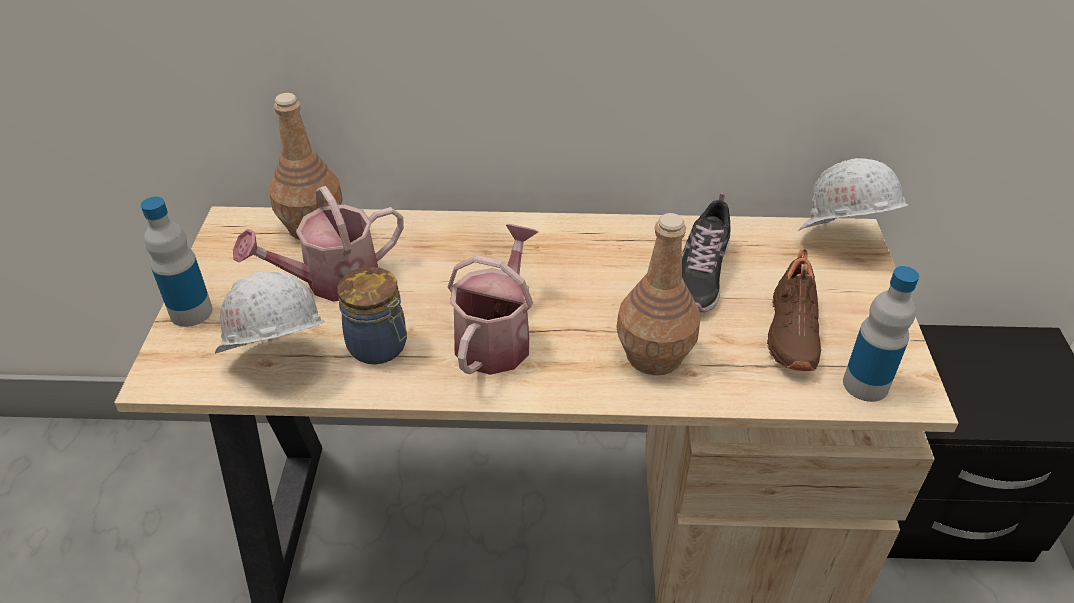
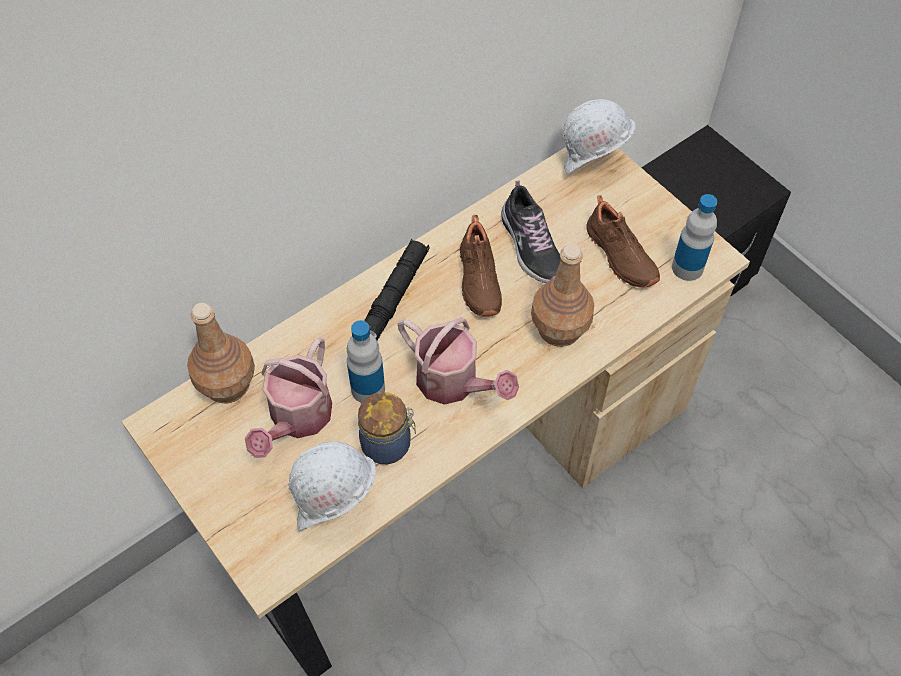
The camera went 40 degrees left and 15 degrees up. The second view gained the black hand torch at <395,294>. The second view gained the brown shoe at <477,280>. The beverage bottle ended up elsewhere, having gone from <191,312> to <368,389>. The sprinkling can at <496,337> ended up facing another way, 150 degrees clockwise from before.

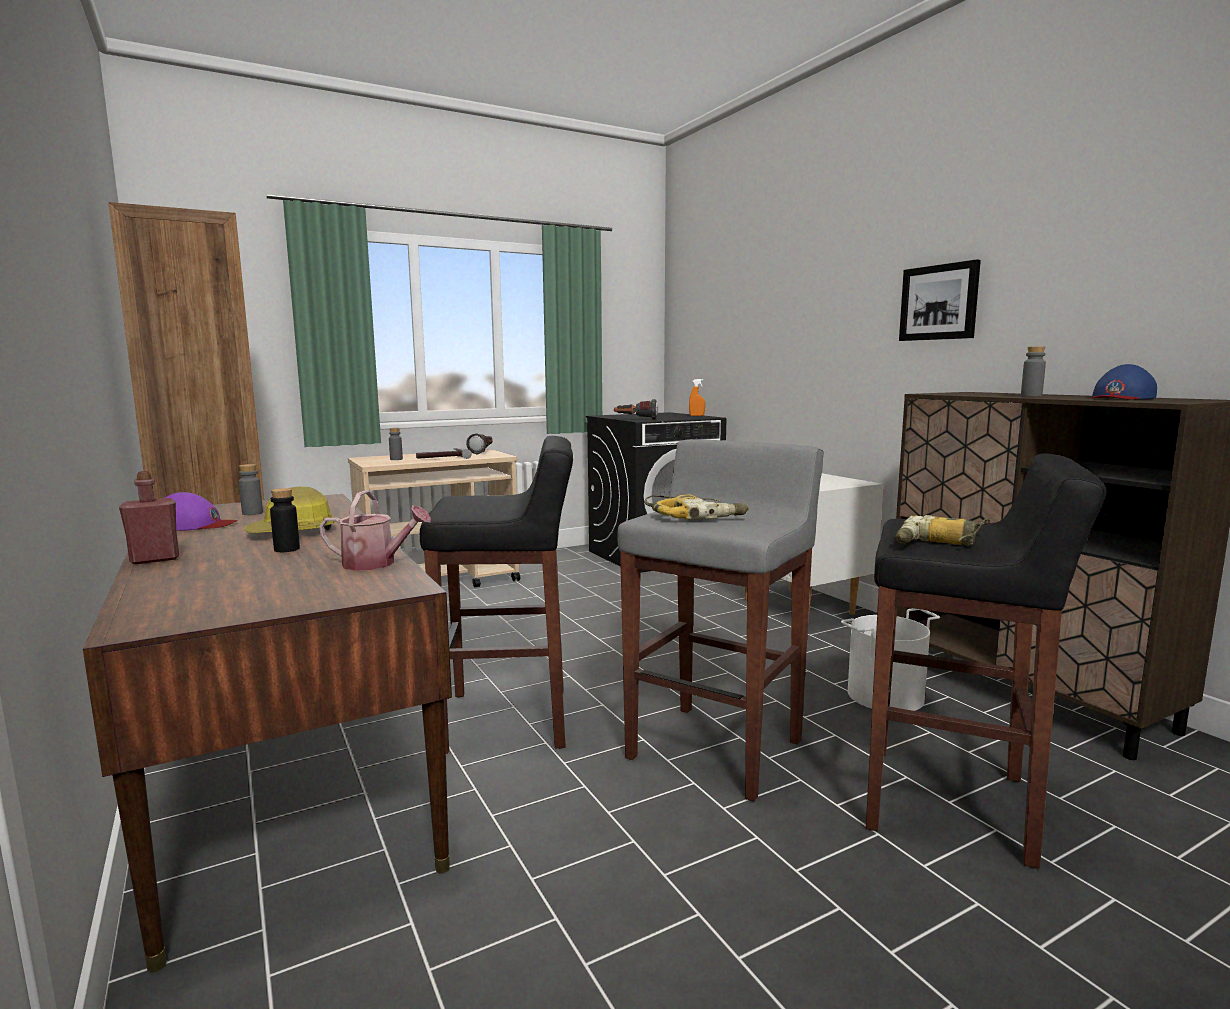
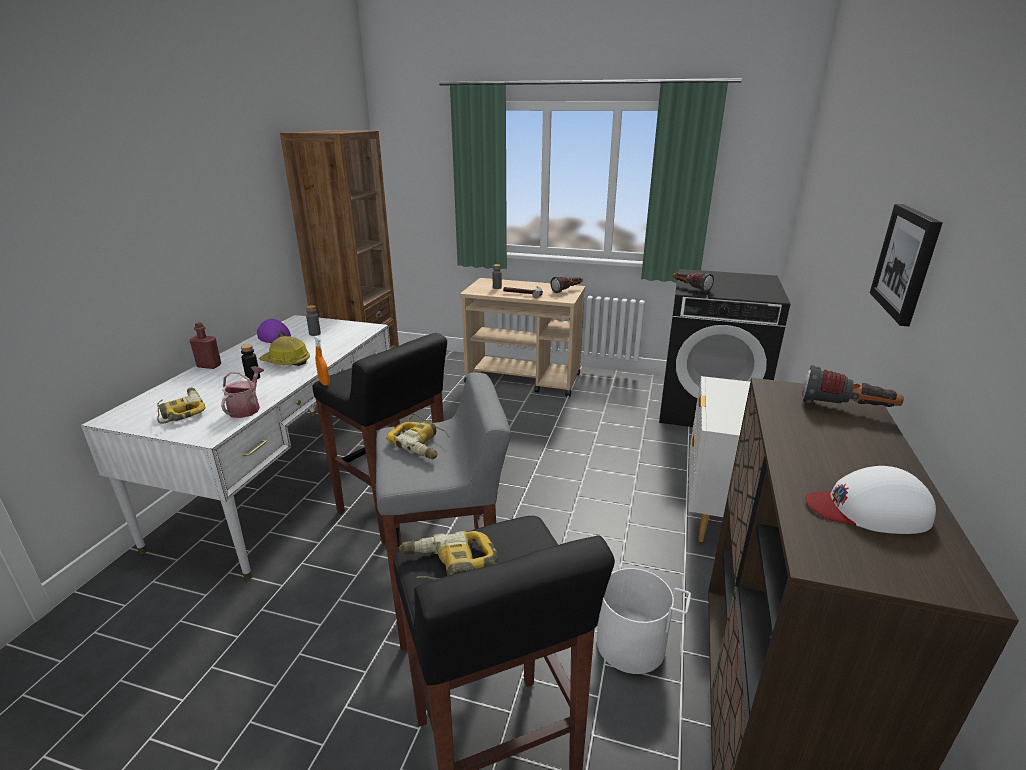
The camera went 45 degrees right and 15 degrees up. The second view lost the grey beverage bottle at <1031,396>. The second view gained the electric drill at <180,411>. The second view gained the hand torch at <845,409>. The orangey sprayer ended up elsewhere, having gone from <696,415> to <324,383>. What was the brown desk unit at <284,765> turned into the whitish desk unit at <287,479>. What was the blue-coloured cap at <1121,398> turned into the whitish cap at <868,509>. The sprinkling can at <376,563> ended up facing another way, 135 degrees counterclockwise from before.

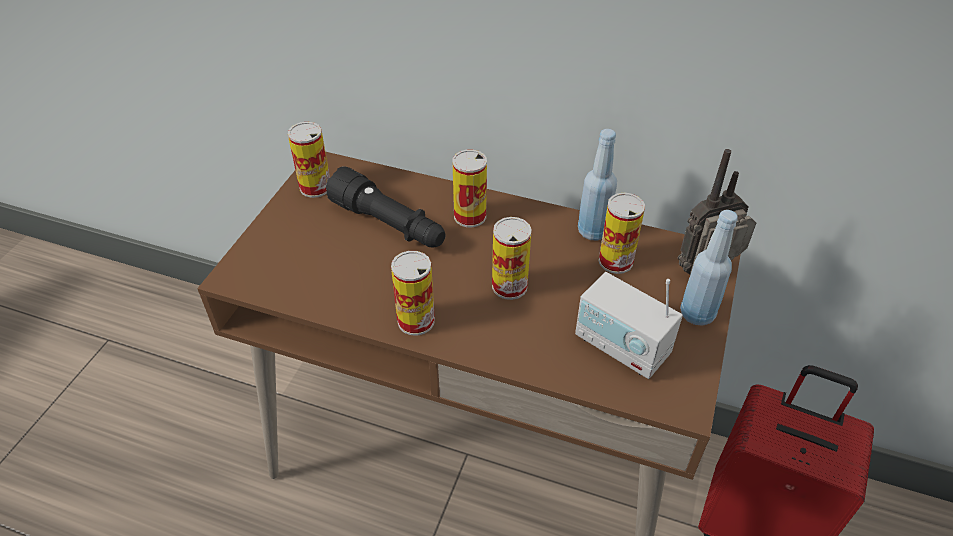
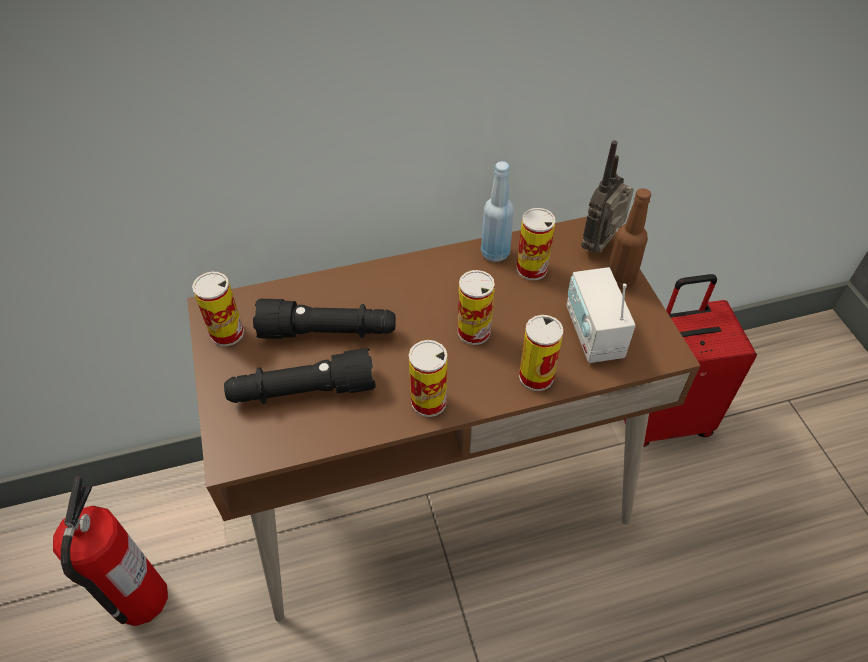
The camera went 35 degrees left and 5 degrees up. The second view gained the fire extinguisher at <140,600>. The second view gained the black hand torch at <303,391>. The can ended up elsewhere, having gone from <470,216> to <536,376>. What was the blue-coloured beverage bottle at <697,314> turned into the brown beverage bottle at <619,280>. The radio at <621,347> ended up facing another way, 75 degrees clockwise from before.

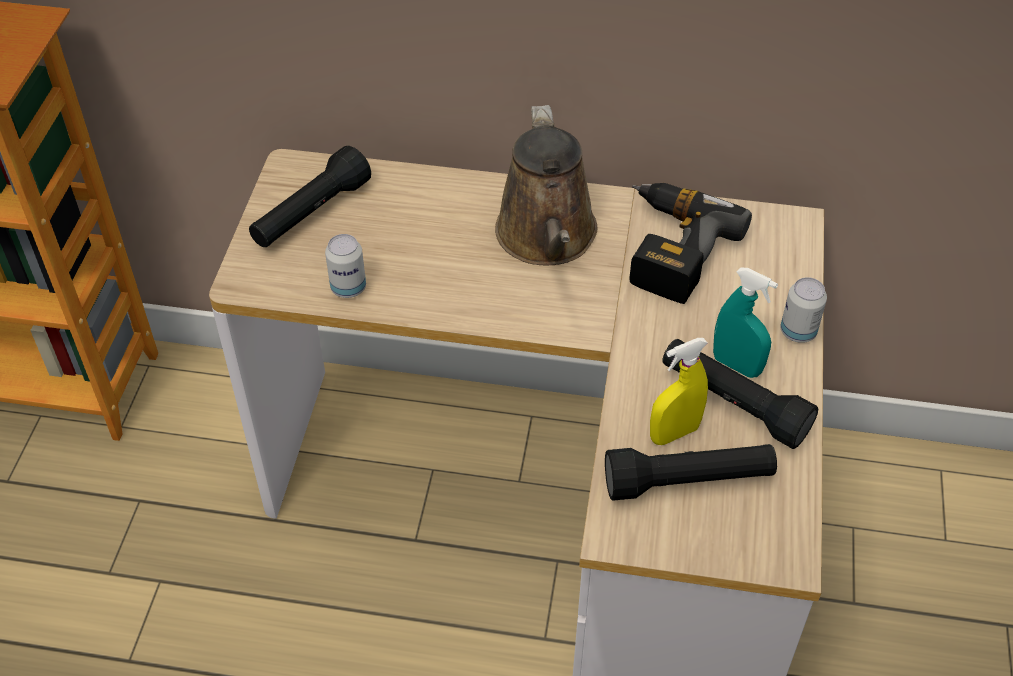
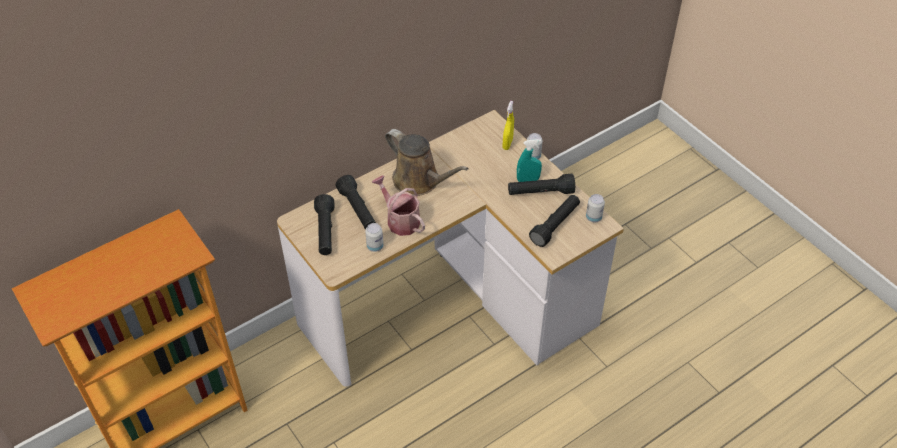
The camera went 45 degrees left and 0 degrees up. The second view lost the electric drill at <668,249>. The second view gained the black hand torch at <357,210>. The second view gained the sprinkling can at <400,220>. The second view gained the can at <593,217>. The yellow sprayer ended up elsewhere, having gone from <674,433> to <507,144>.

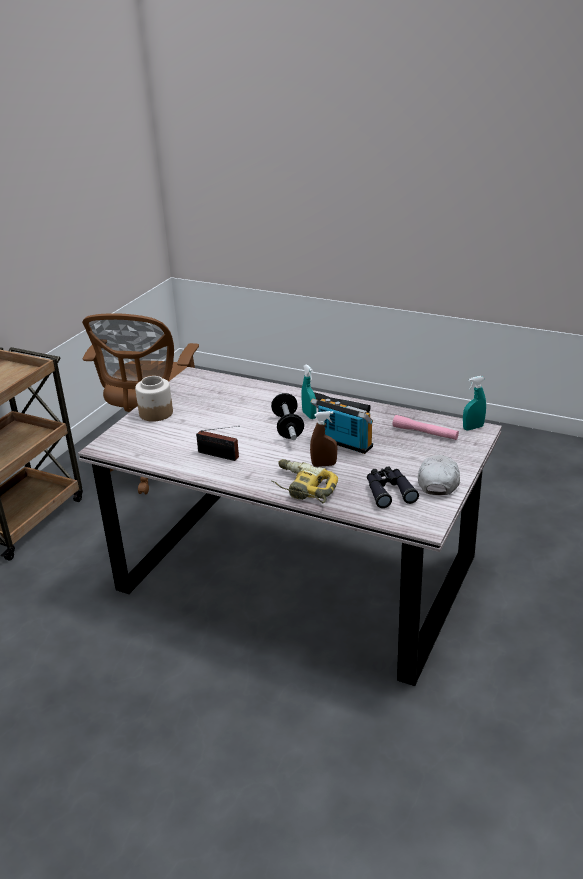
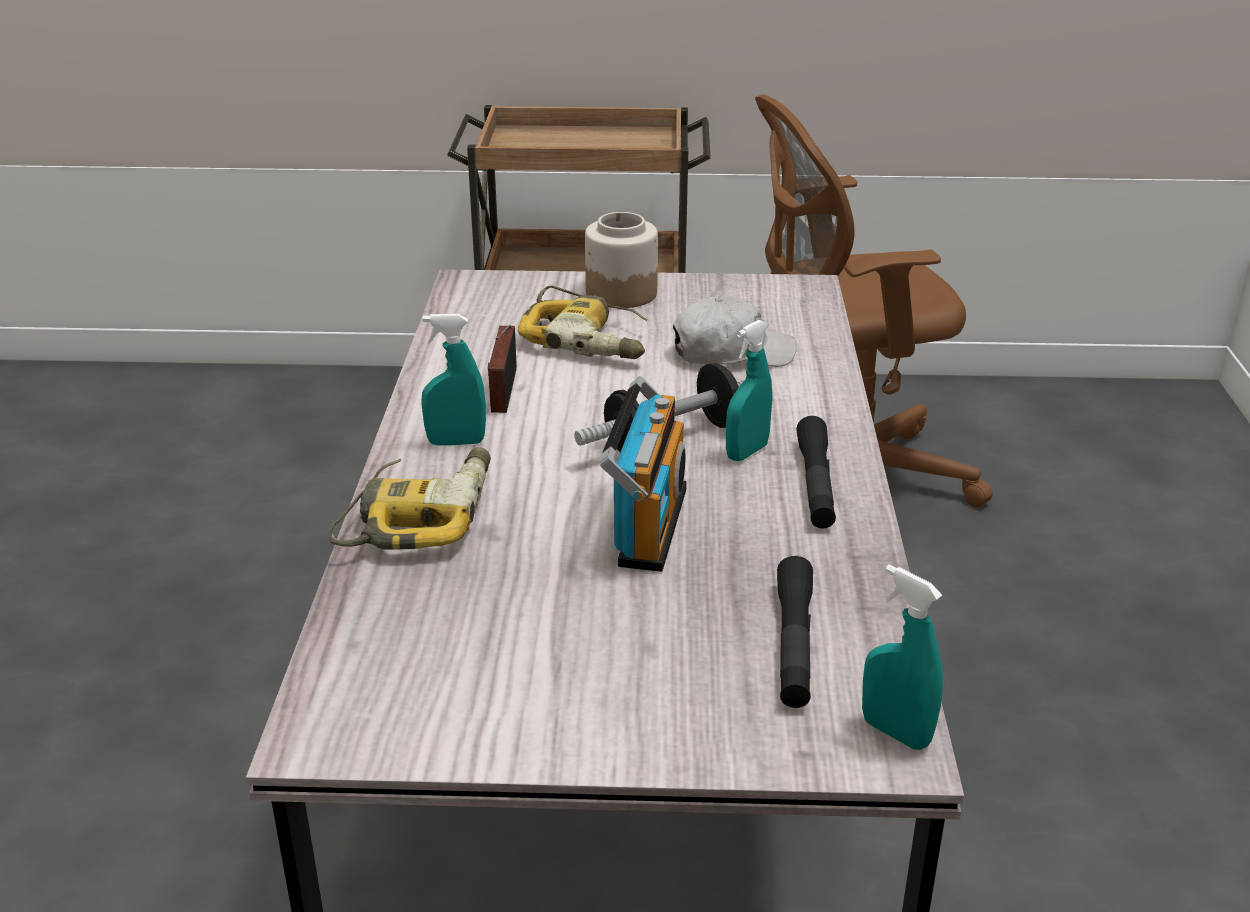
The camera went 65 degrees right and 0 degrees up. The second view lost the brown sprayer at <324,465>. The second view lost the black binoculars at <389,491>. The second view gained the turquoise-coloured sprayer at <456,442>. The second view gained the electric drill at <588,339>. The whitish cap ended up elsewhere, having gone from <439,481> to <732,353>. What was the pink-coloured hand torch at <425,433> turned into the black hand torch at <794,644>.

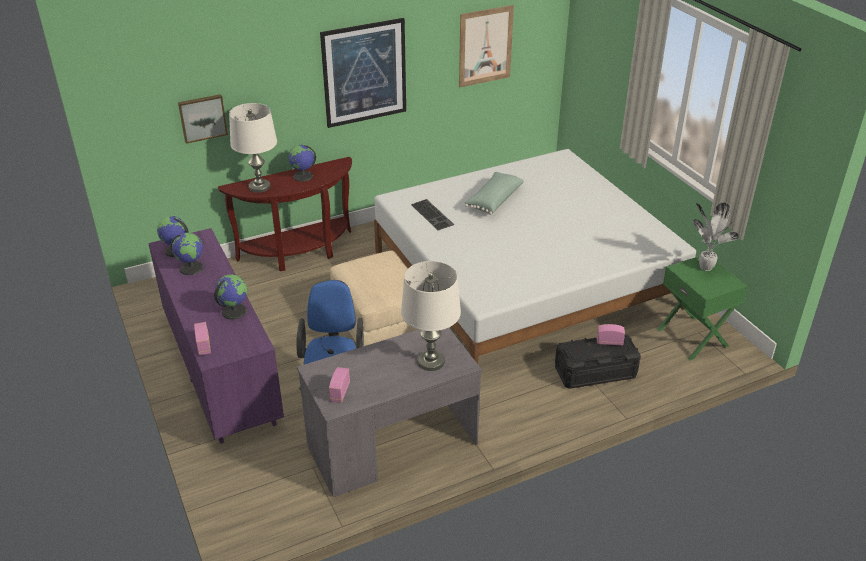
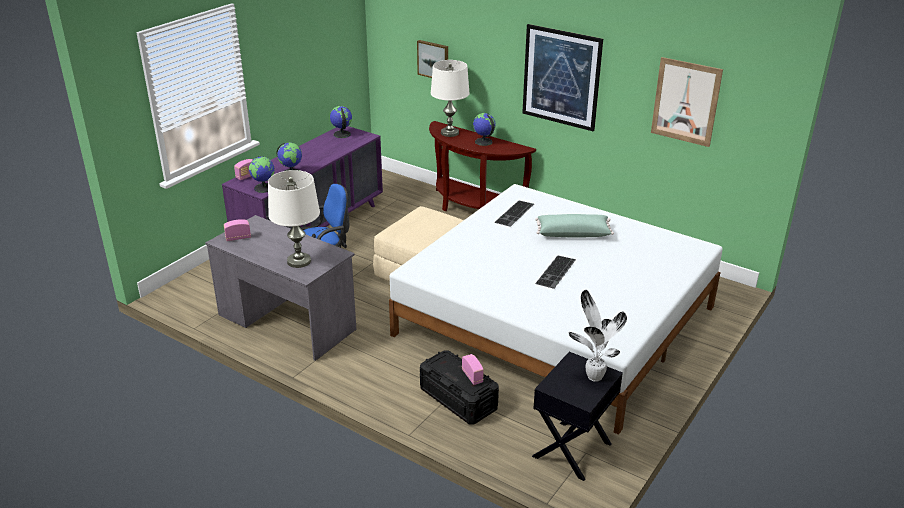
The camera went 60 degrees right and 5 degrees down. The second view gained the PC keyboard at <556,272>. The world globe ended up elsewhere, having gone from <191,268> to <264,188>. What was the green nightstand at <693,337> turned into the black nightstand at <573,450>.

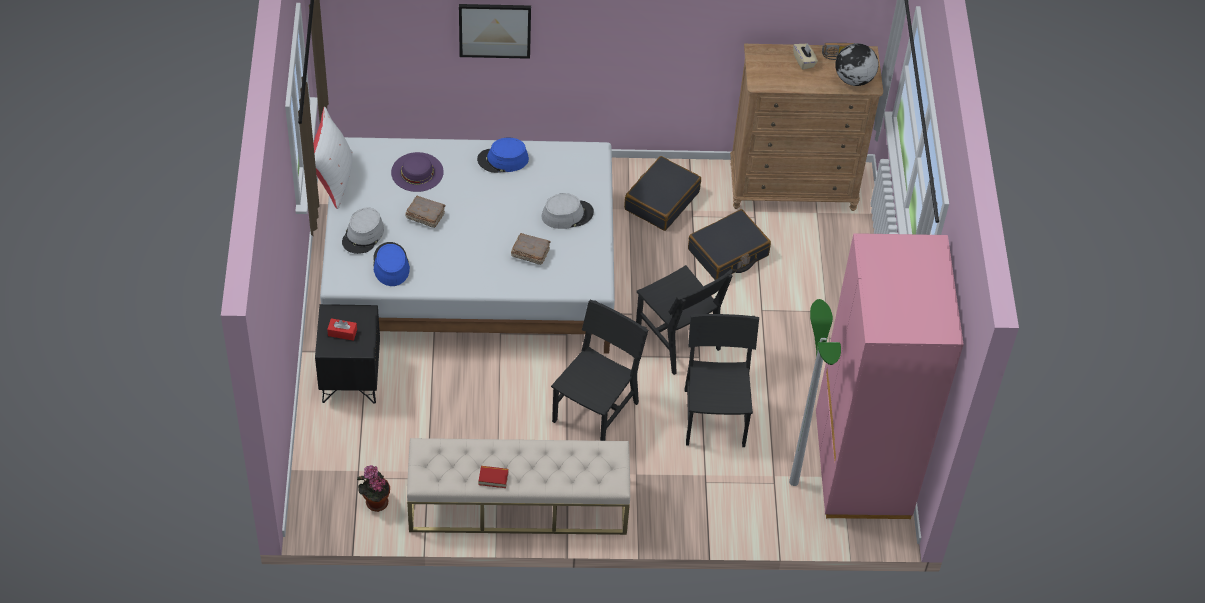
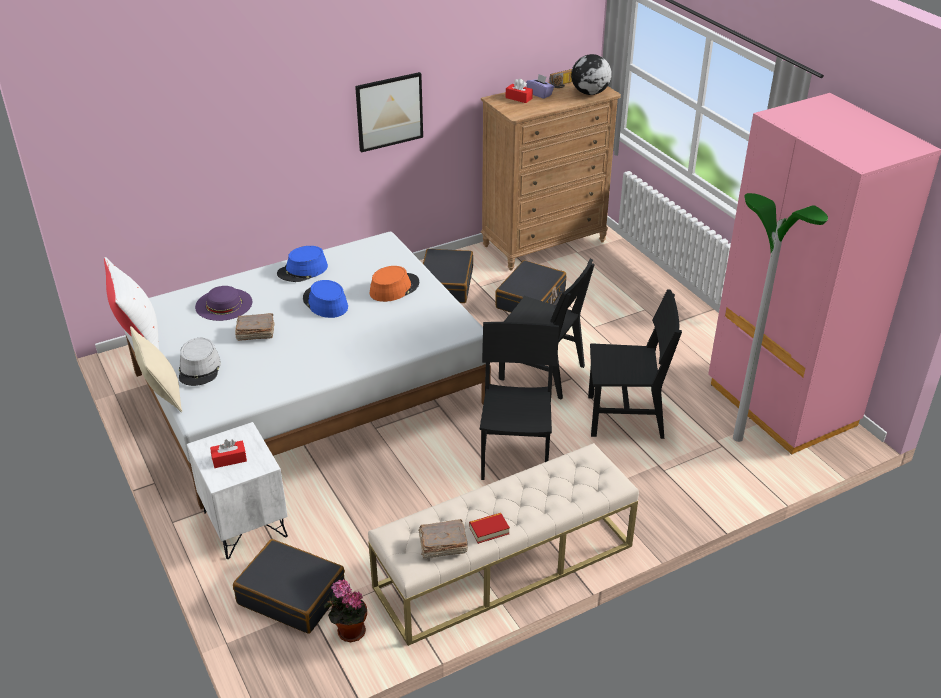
The camera went 25 degrees left and 15 degrees down. The second view gained the beige-coloured cushion at <163,394>. The second view gained the black piece of luggage at <292,595>. The second view gained the red-coloured box of tissues at <518,98>. The blue-coloured clothing hat ended up elsewhere, having gone from <390,265> to <325,303>. The wall picture ended up elsewhere, having gone from <495,30> to <389,111>. The brown book ended up elsewhere, having gone from <530,253> to <442,545>. What was the black nightstand at <350,378> turned into the whitish nightstand at <244,524>. What was the grey clothing hat at <567,214> turned into the orangey clothing hat at <394,288>. What was the beige-coloured box of tissues at <804,61> turned into the purplish box of tissues at <540,94>. The black plain chair at <715,417> ended up facing another way, 120 degrees clockwise from before.

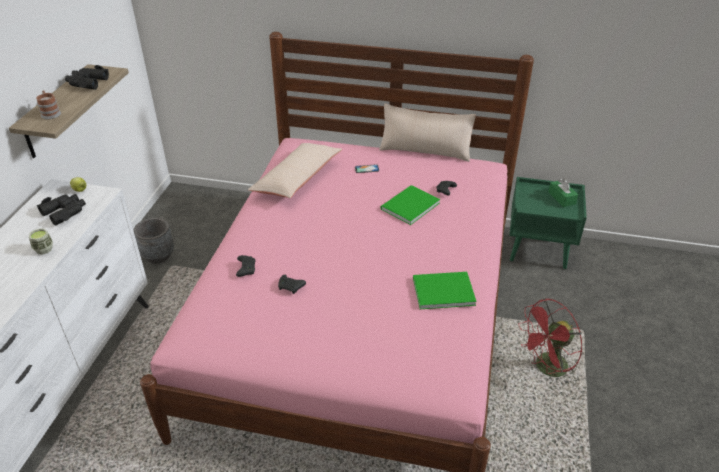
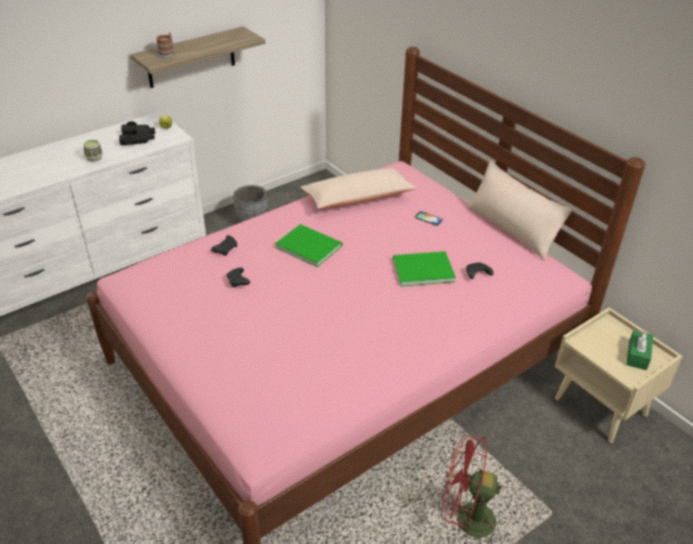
The camera went 40 degrees right and 0 degrees up. The second view lost the black binoculars at <87,82>. The green book ended up elsewhere, having gone from <441,290> to <308,245>. What was the green nightstand at <539,250> turned into the beige-coloured nightstand at <602,407>.

